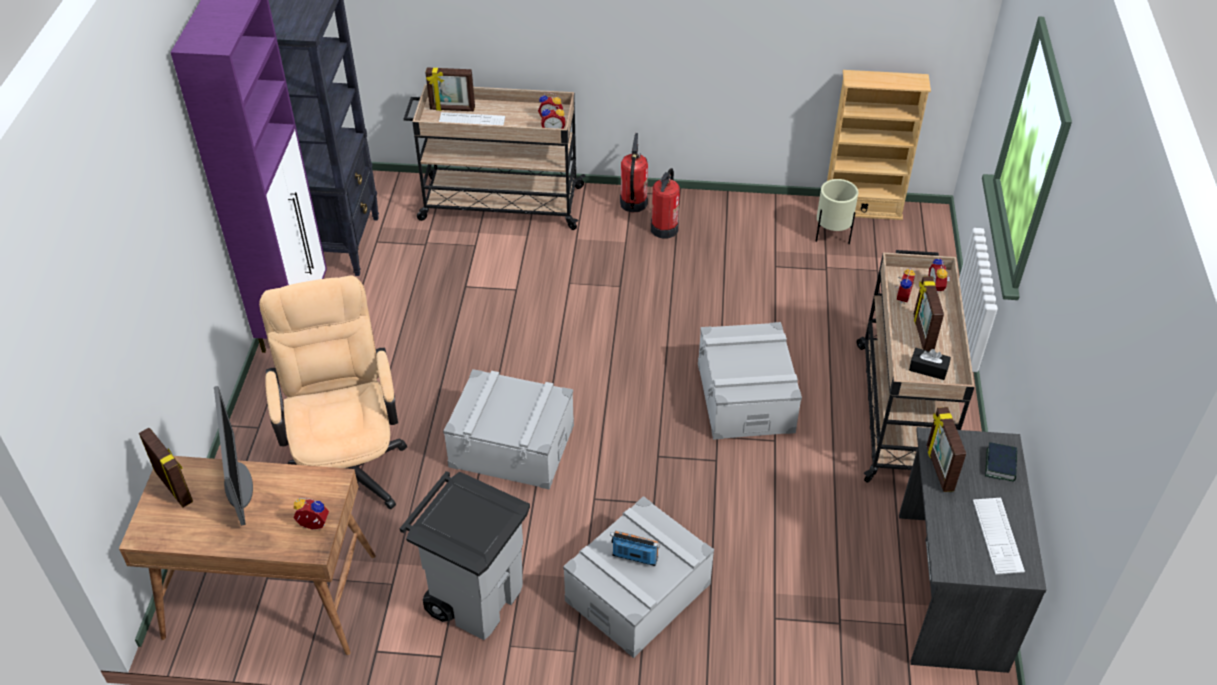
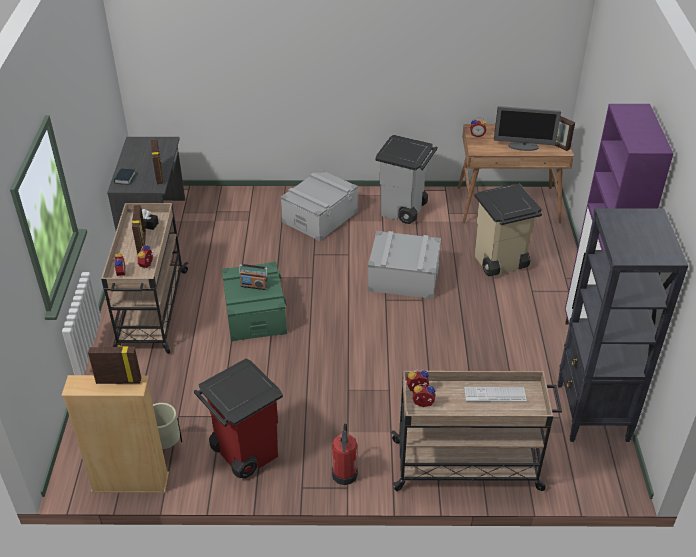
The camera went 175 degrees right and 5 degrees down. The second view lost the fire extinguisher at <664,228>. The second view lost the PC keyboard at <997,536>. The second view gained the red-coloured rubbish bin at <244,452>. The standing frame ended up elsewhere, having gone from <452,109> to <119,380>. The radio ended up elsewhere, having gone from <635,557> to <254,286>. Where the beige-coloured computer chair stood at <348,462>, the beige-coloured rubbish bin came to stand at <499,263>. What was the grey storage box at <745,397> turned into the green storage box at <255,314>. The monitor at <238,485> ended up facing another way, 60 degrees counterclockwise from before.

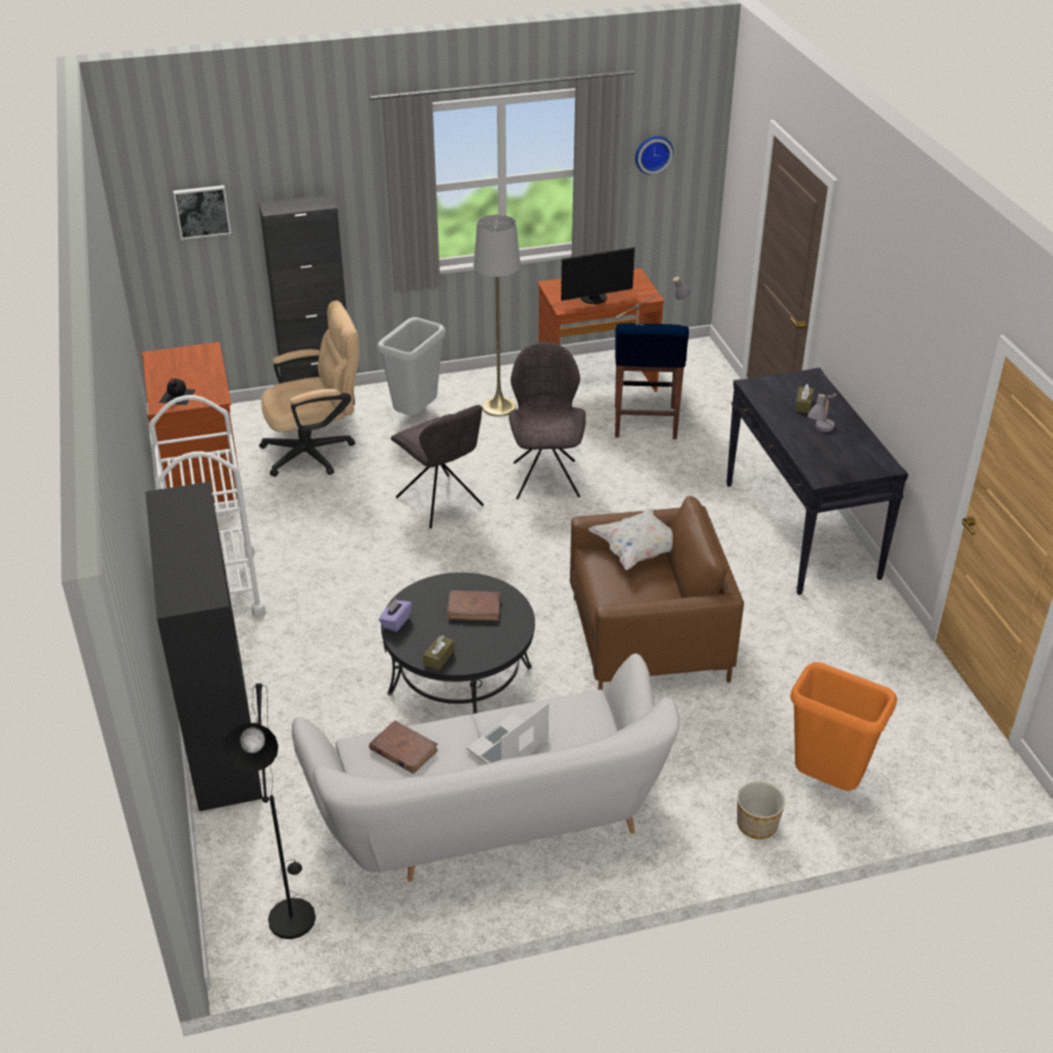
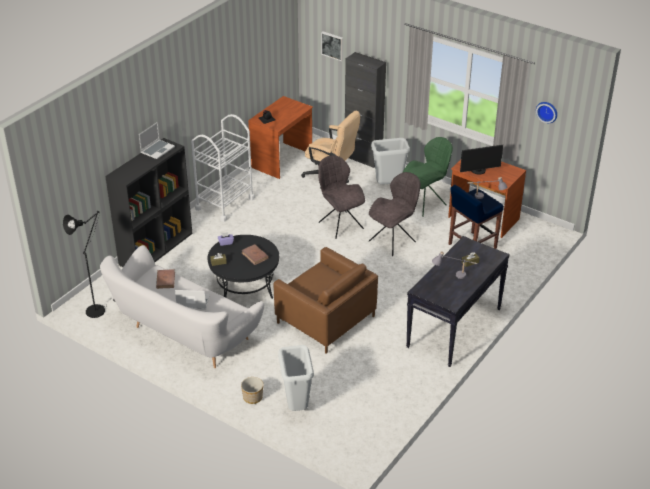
The camera went 50 degrees right and 0 degrees up. The second view lost the whitish cushion at <638,551>. The second view gained the portable computer at <157,150>. Where the grey standing lamp stood at <499,407>, the green plain chair came to stand at <425,203>. What was the orangey rubbish bin at <827,782> turned into the grey rubbish bin at <297,406>. The grey plain chair at <441,503> ended up facing another way, 135 degrees clockwise from before. The monitor at <594,299> ended up facing another way, 45 degrees counterclockwise from before.

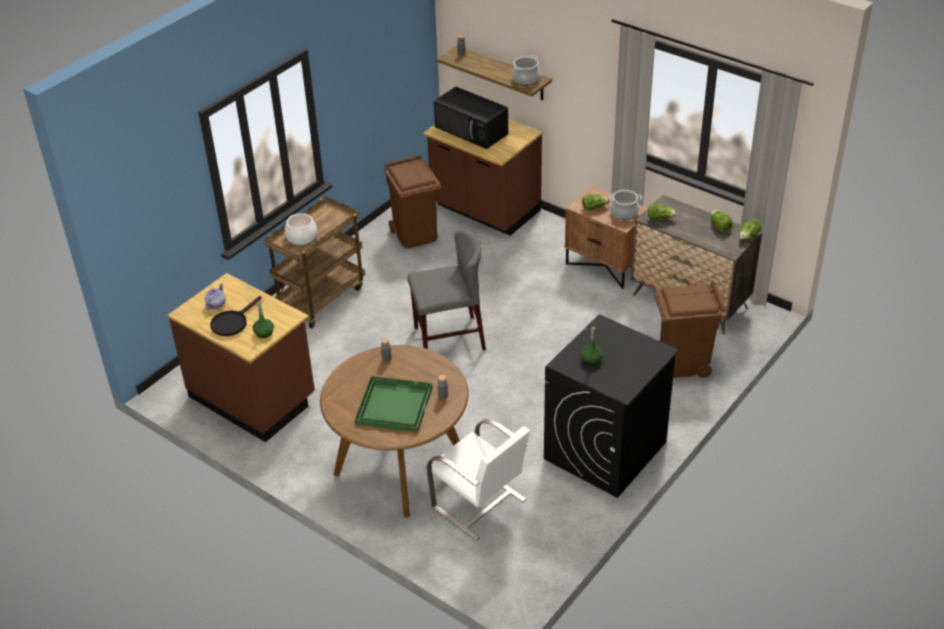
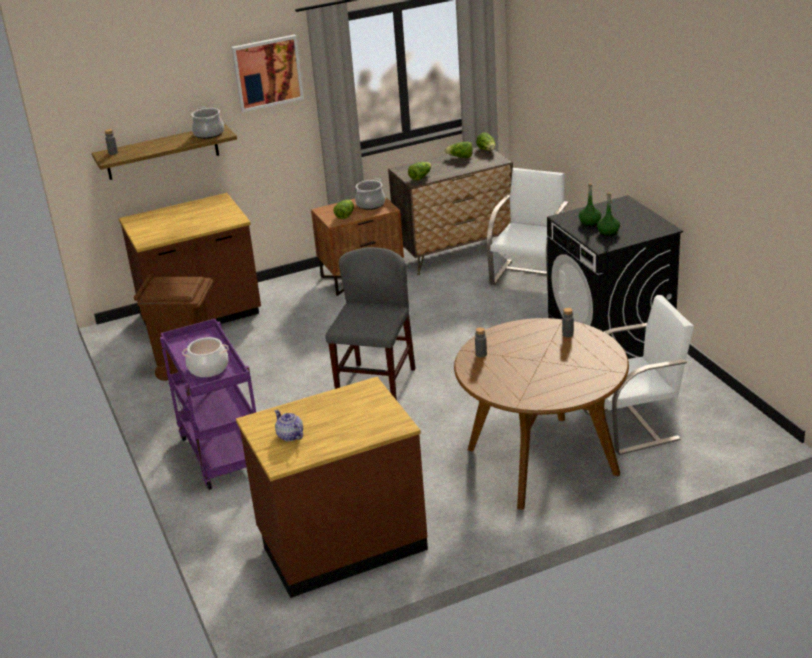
The camera went 60 degrees left and 10 degrees down. The second view lost the black frying pan at <232,322>. The second view lost the green carrying tray at <393,405>. The second view lost the black kitchen microwave at <472,130>. The second view gained the wall picture at <267,72>. The green beverage bottle ended up elsewhere, having gone from <264,333> to <590,222>. Where the brown rubbish bin stood at <683,363>, the whitish plain chair came to stand at <530,276>. What was the brown wheeled cart at <321,298> turned into the purplish wheeled cart at <220,453>.

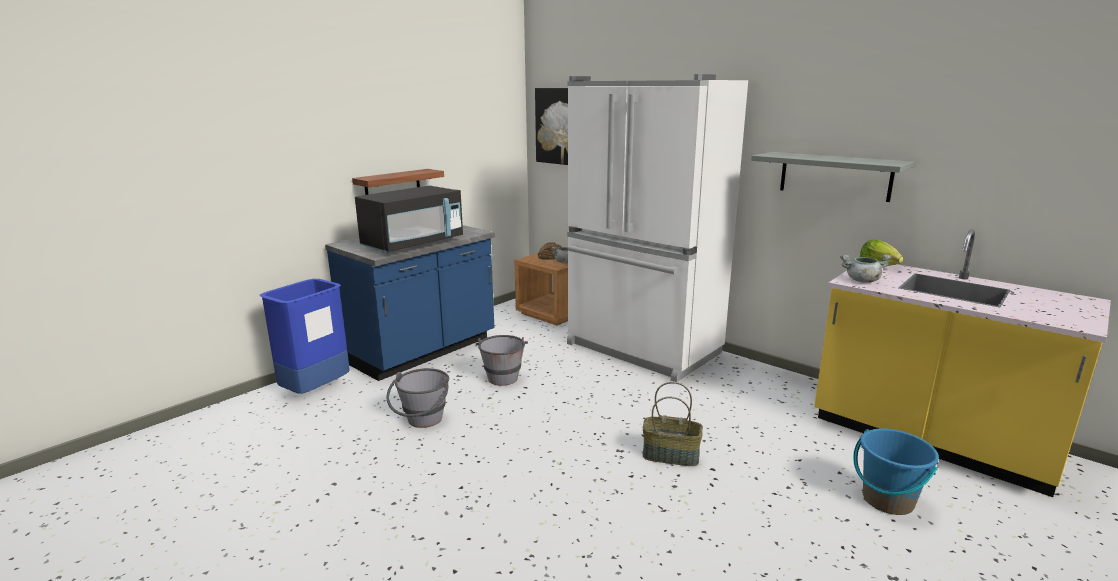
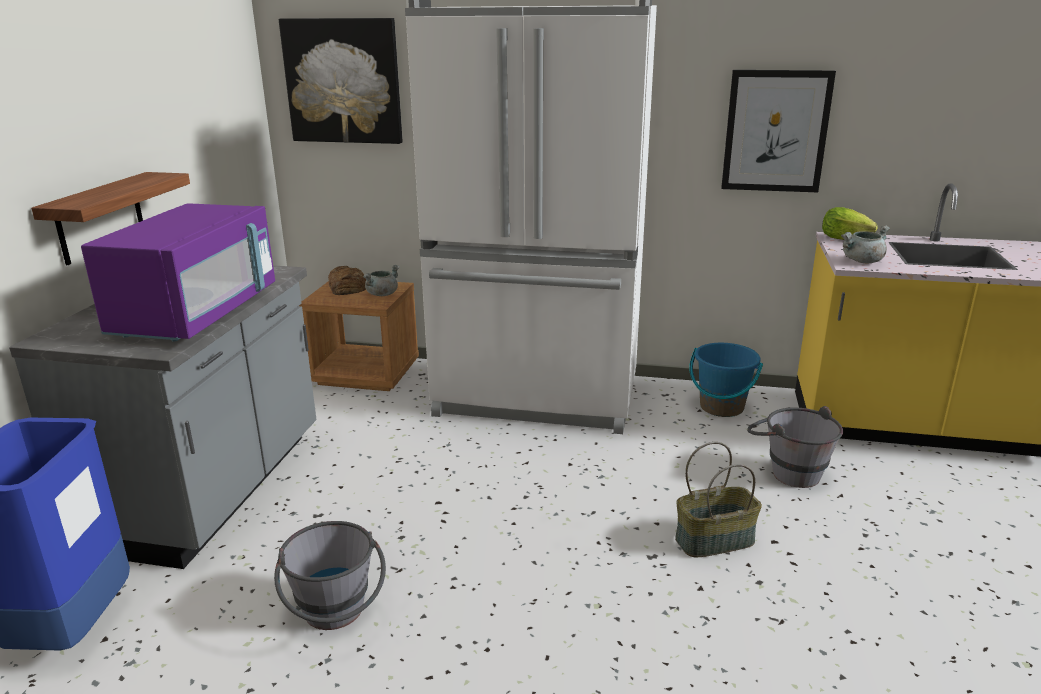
The camera went 30 degrees left and 5 degrees up. The grey pail ended up elsewhere, having gone from <503,375> to <787,470>. The blue-coloured pail ended up elsewhere, having gone from <887,500> to <721,407>. Where the grey bracket shelf hung at <834,176>, the wall picture came to hang at <775,131>. What was the blue-coloured kitchen counter at <422,351> turned into the grey kitchen counter at <213,490>. What was the black kitchen microwave at <413,244> turned into the purplish kitchen microwave at <198,314>.

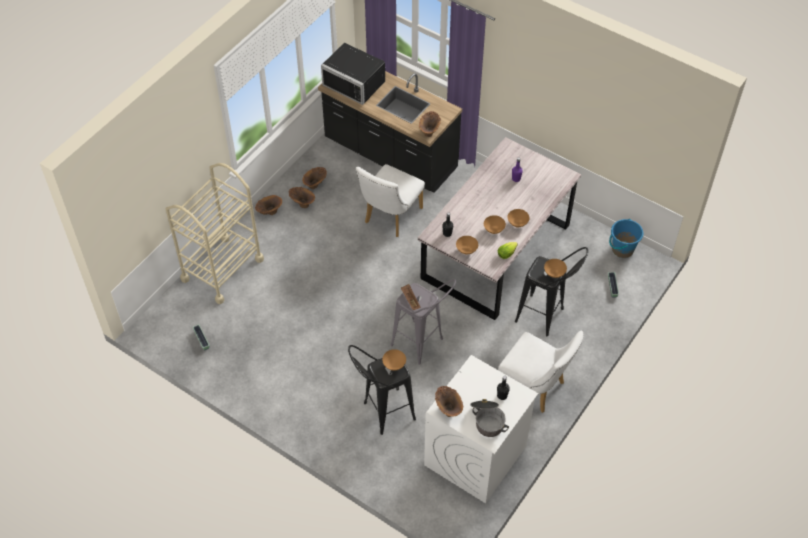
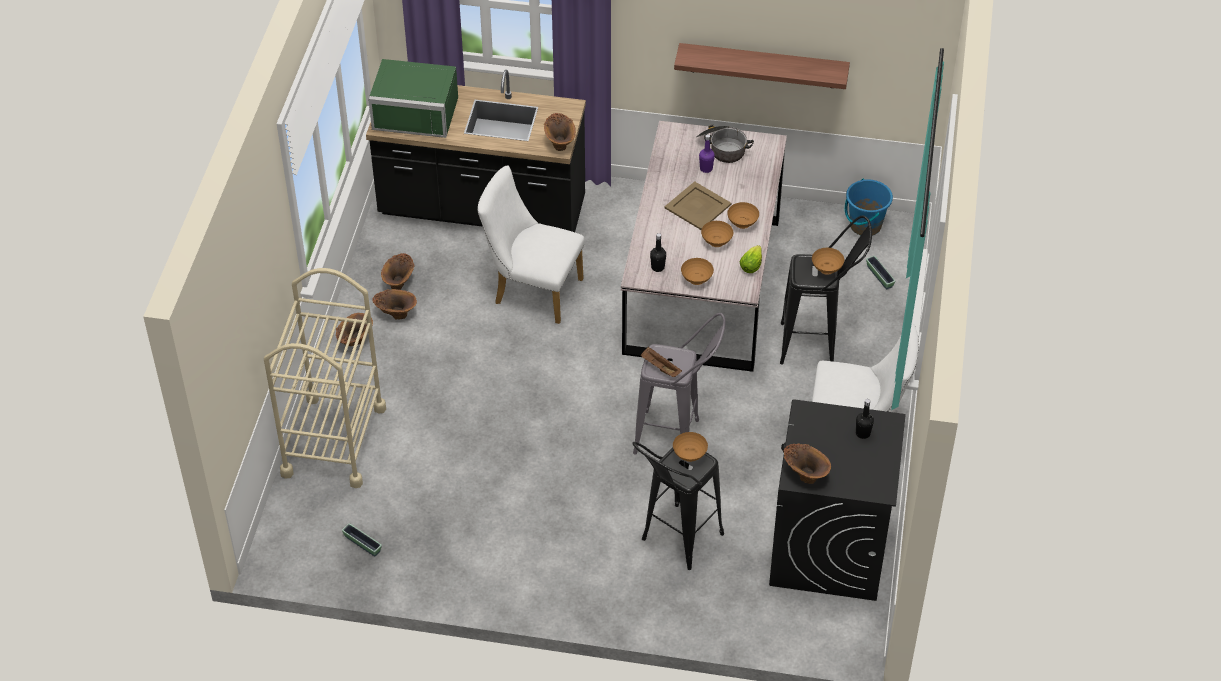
The camera went 25 degrees left and 5 degrees down. The second view gained the beige-coloured carrying tray at <697,206>. The second view gained the bracket shelf at <763,65>. The cooking pot ended up elsewhere, having gone from <487,420> to <722,148>. What was the black kitchen microwave at <356,82> turned into the green kitchen microwave at <417,111>. What was the whitish laundry machine at <475,456> turned into the black laundry machine at <829,548>. The whitish plain chair at <390,217> ended up facing another way, 105 degrees clockwise from before.

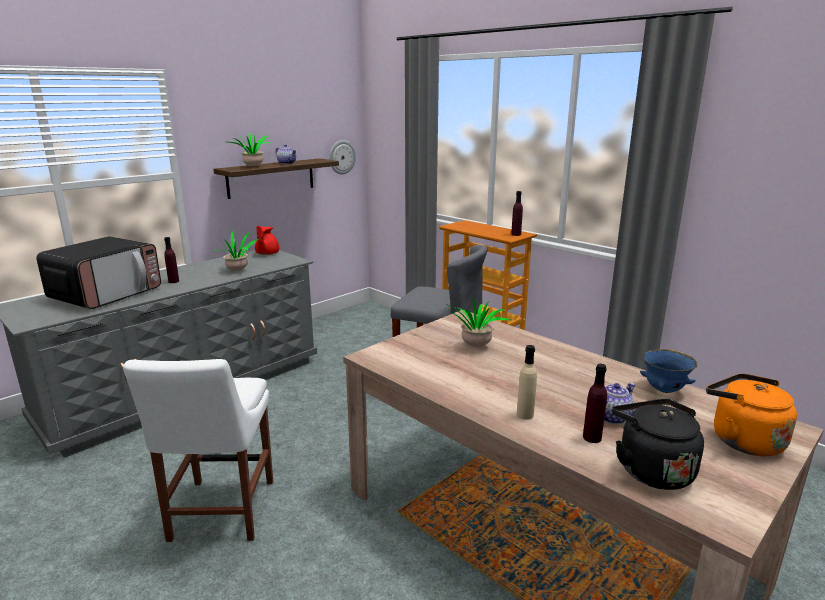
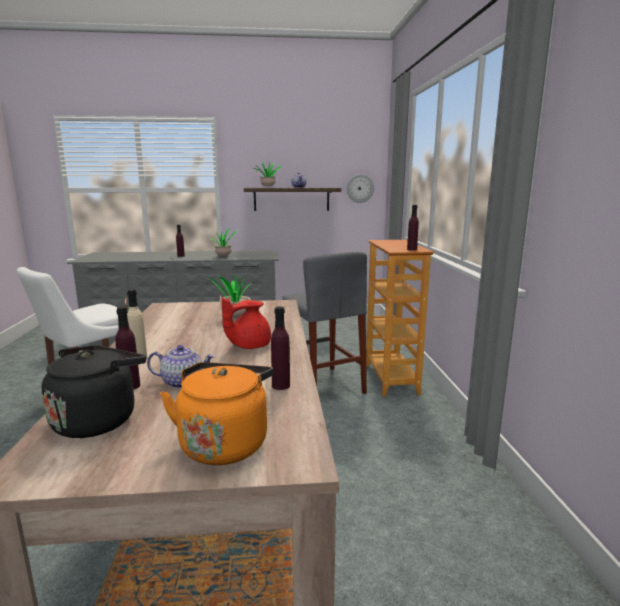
The camera went 40 degrees right and 5 degrees down. The second view lost the kitchen microwave at <107,294>. The red-coloured tea pot ended up elsewhere, having gone from <266,254> to <248,345>. Where the blue-coloured bowl stood at <664,390>, the purplish beverage bottle came to stand at <281,385>.

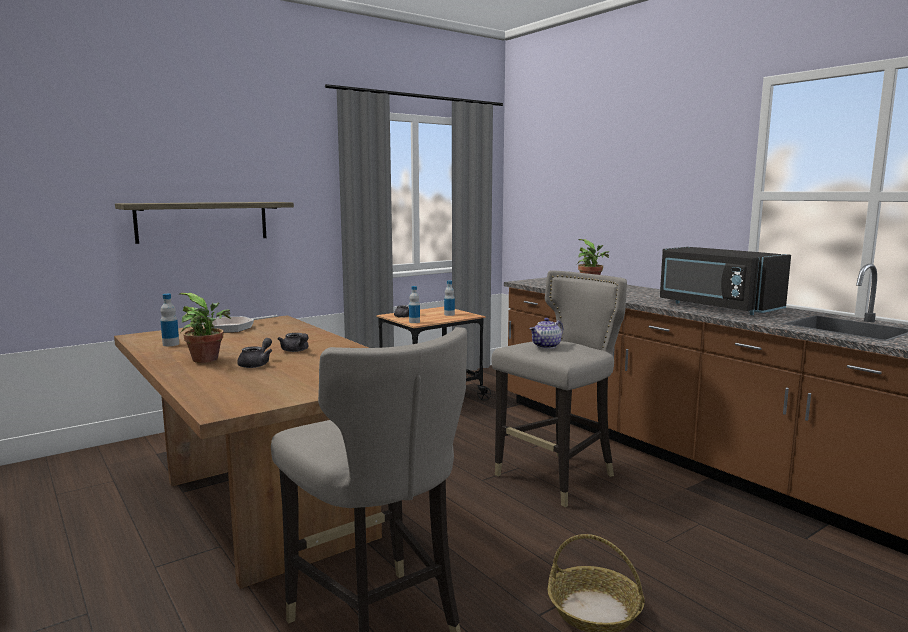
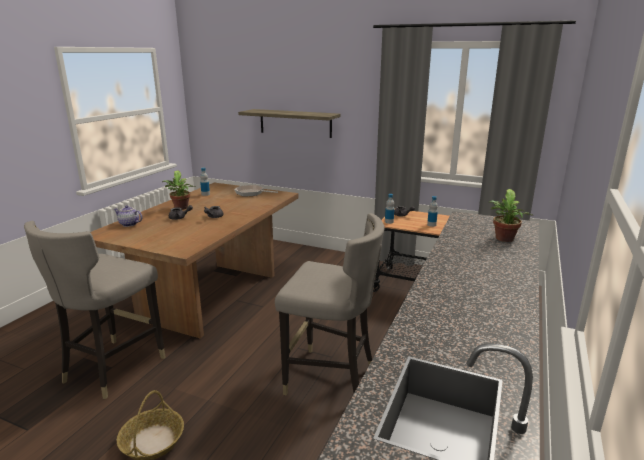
The camera went 60 degrees right and 10 degrees up. The second view lost the black kitchen microwave at <715,307>. The tea pot ended up elsewhere, having gone from <546,346> to <129,224>.

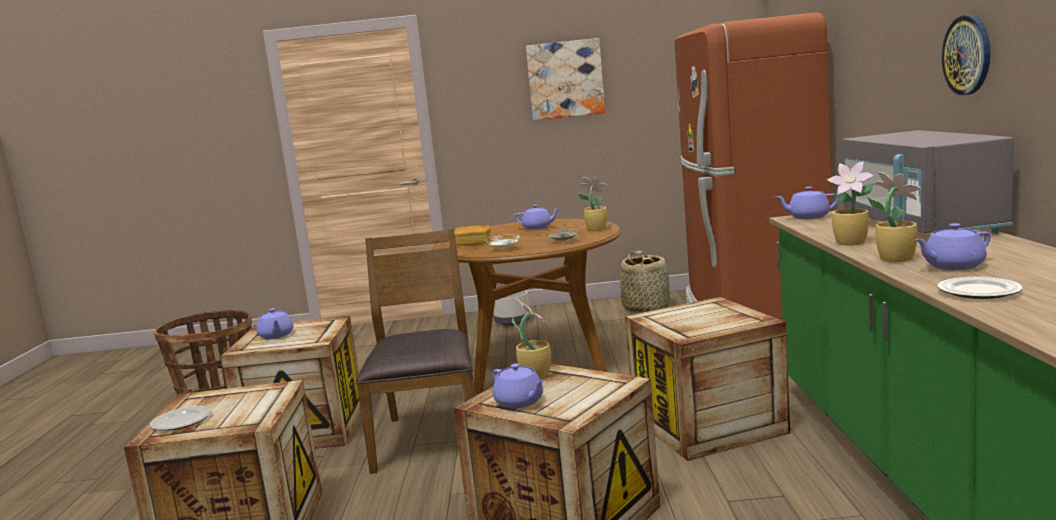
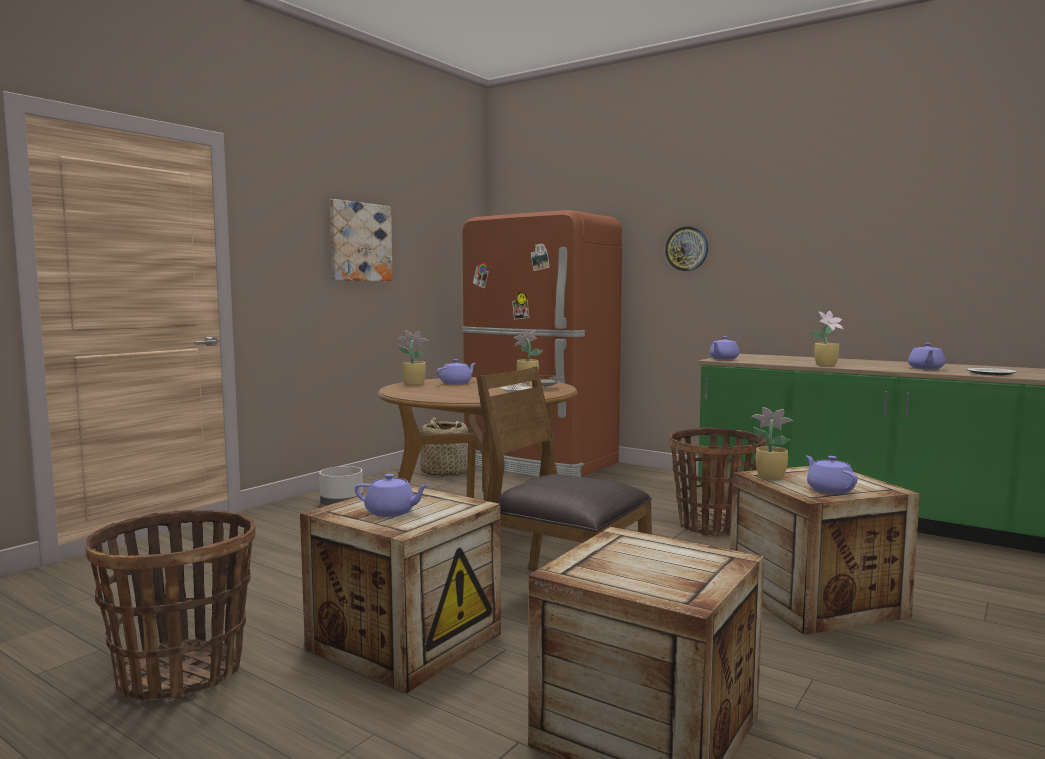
The camera went 55 degrees left and 5 degrees down. The second view lost the plate at <181,422>. The second view lost the bread at <473,244>. The second view lost the grey kitchen microwave at <920,226>. The potted plant ended up elsewhere, having gone from <895,259> to <413,384>. The clock on the wall ended up elsewhere, having gone from <967,55> to <687,249>. Where the packing crate stood at <708,425>, the basket came to stand at <714,526>. The purplish tea pot at <520,402> ended up facing another way, 105 degrees counterclockwise from before.

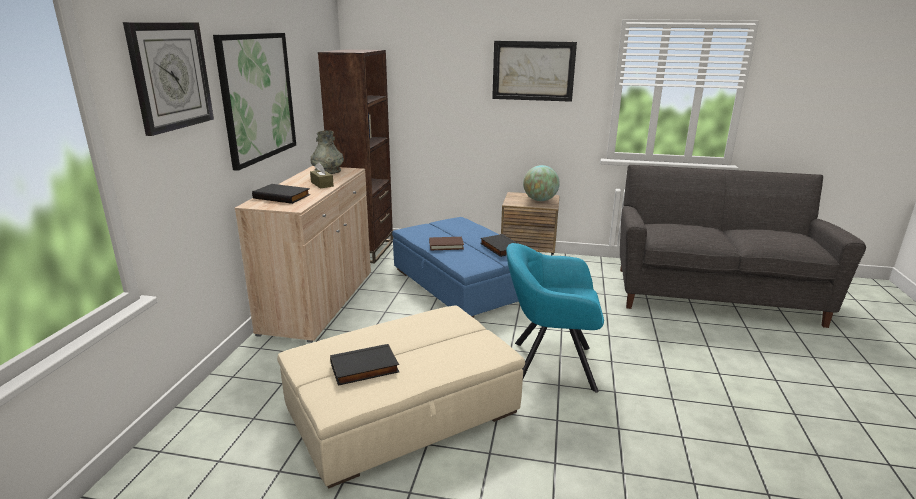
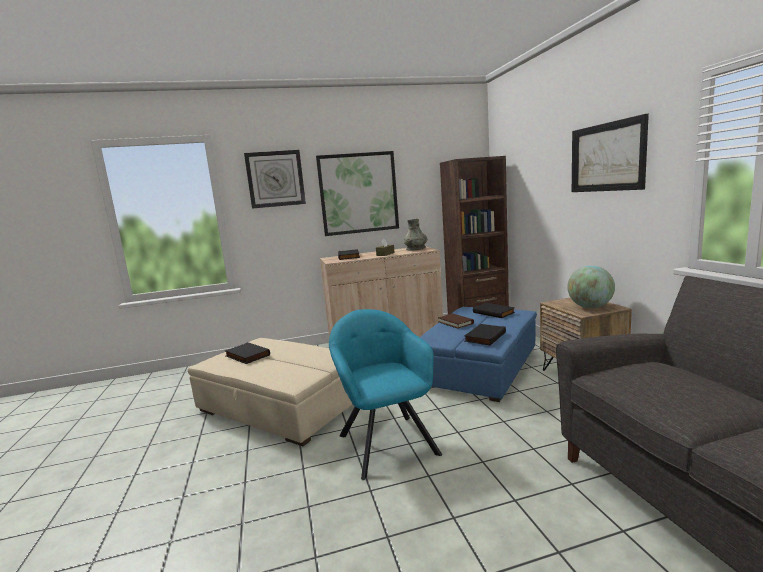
The camera went 65 degrees right and 10 degrees down. The second view gained the black book at <494,312>.

